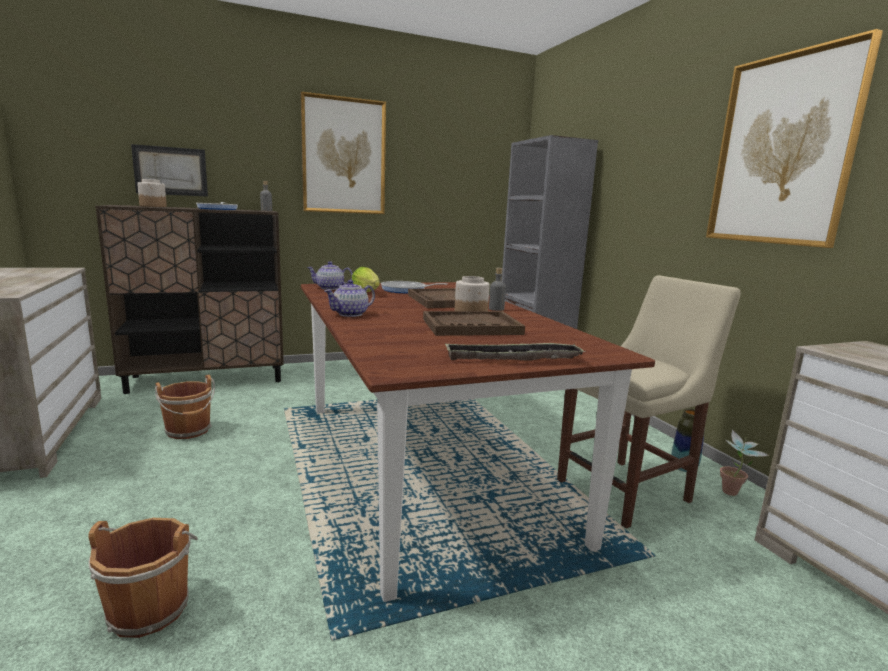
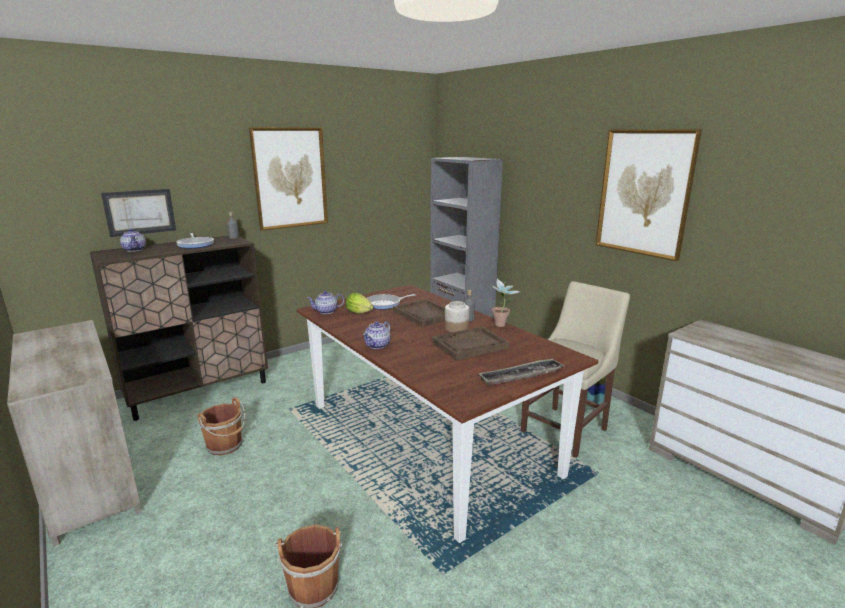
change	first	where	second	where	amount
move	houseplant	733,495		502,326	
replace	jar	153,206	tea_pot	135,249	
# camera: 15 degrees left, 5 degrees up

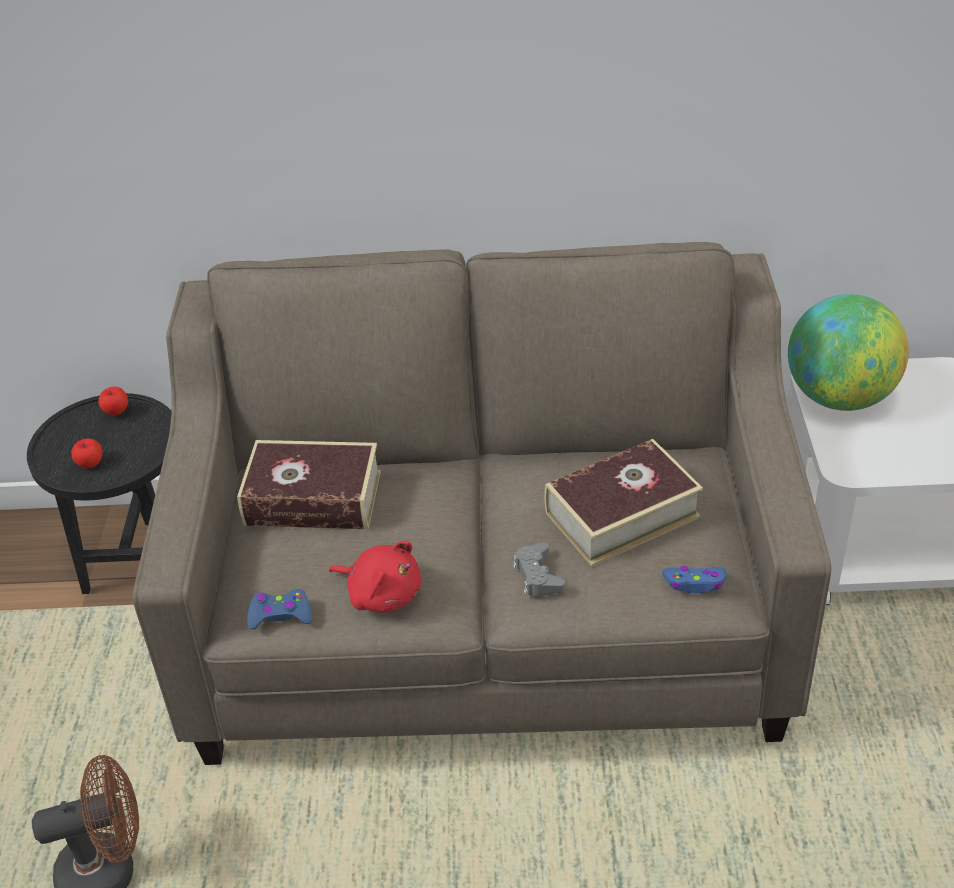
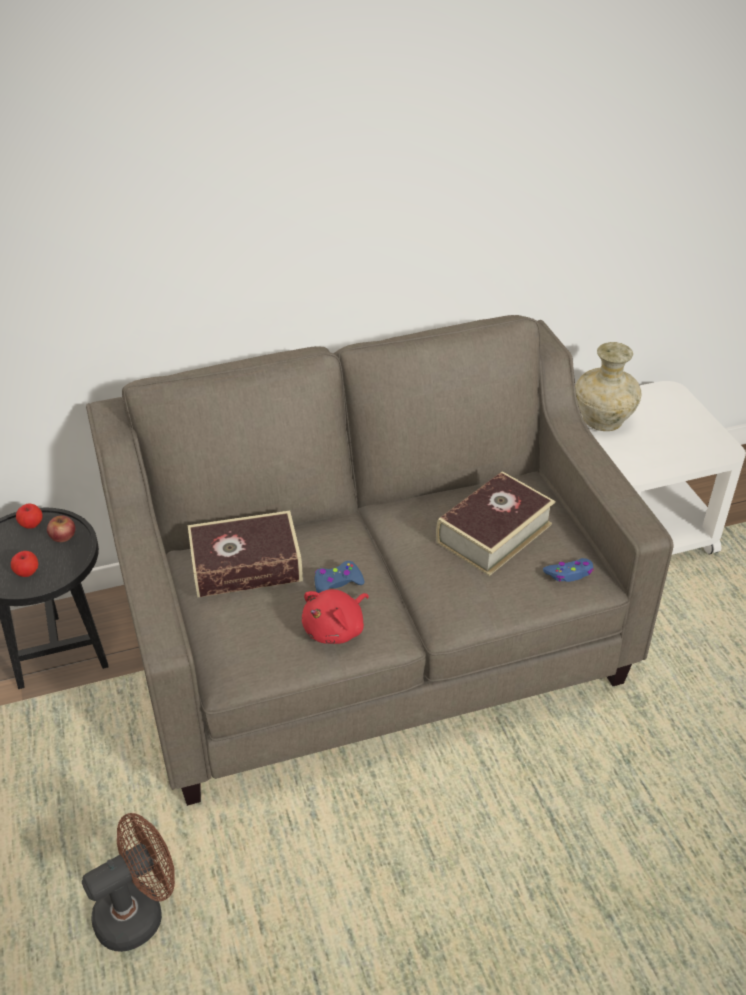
change	first	where	second	where	amount
delete	grey_gamepad	538,576			
insert			apple	63,536	
move	blue-coloured_gamepad	280,615		337,583	
replace	globe	839,397	beige_vase	601,421	
rotate	reddish_cuddly_toy	382,593		336,629	120 degrees clockwise
# camera: 20 degrees left, 0 degrees up

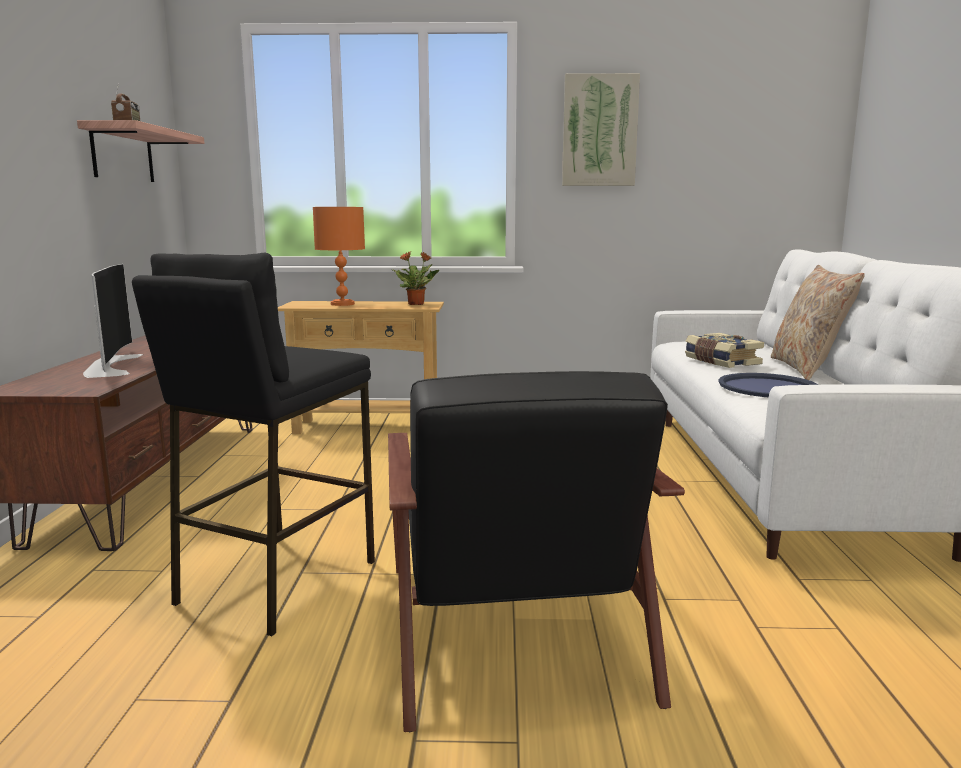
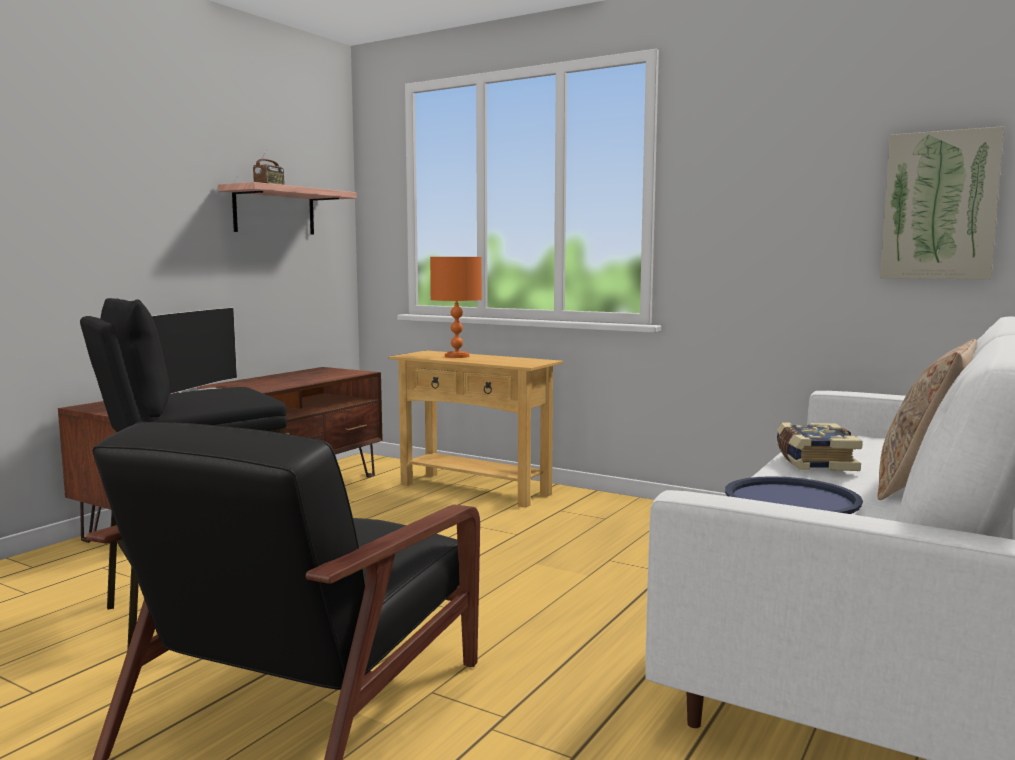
change	first	where	second	where	amount
delete	houseplant	416,304			
move	wall_picture	599,131		940,206	
# camera: 30 degrees right, 5 degrees down

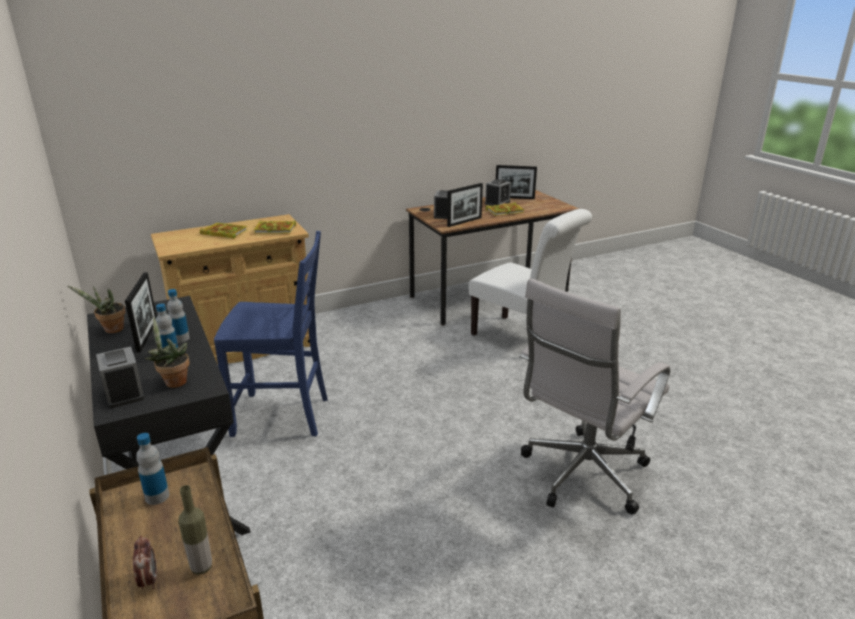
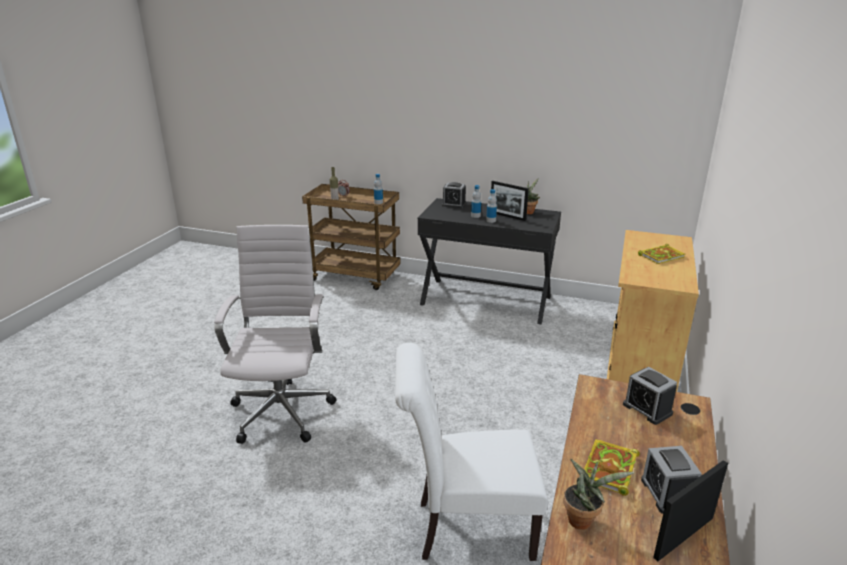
change	first	where	second	where	amount
delete	blue-coloured_chair	283,416			
delete	book	276,229			
delete	picture_frame	464,222			
move	houseplant	173,381		583,519	
# camera: 135 degrees right, 0 degrees up

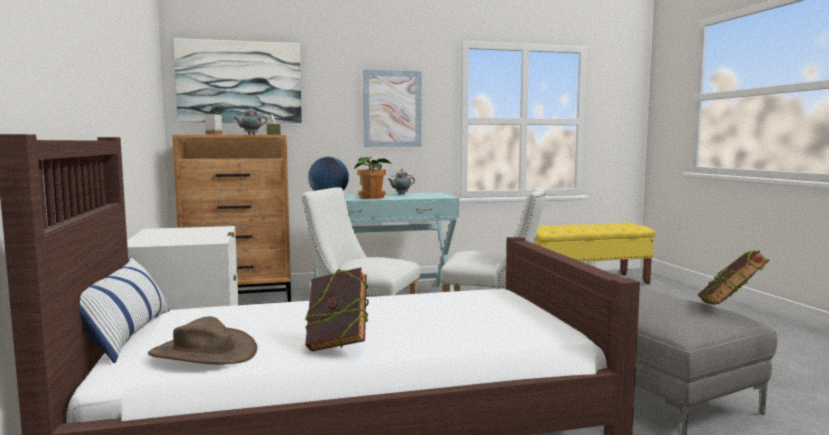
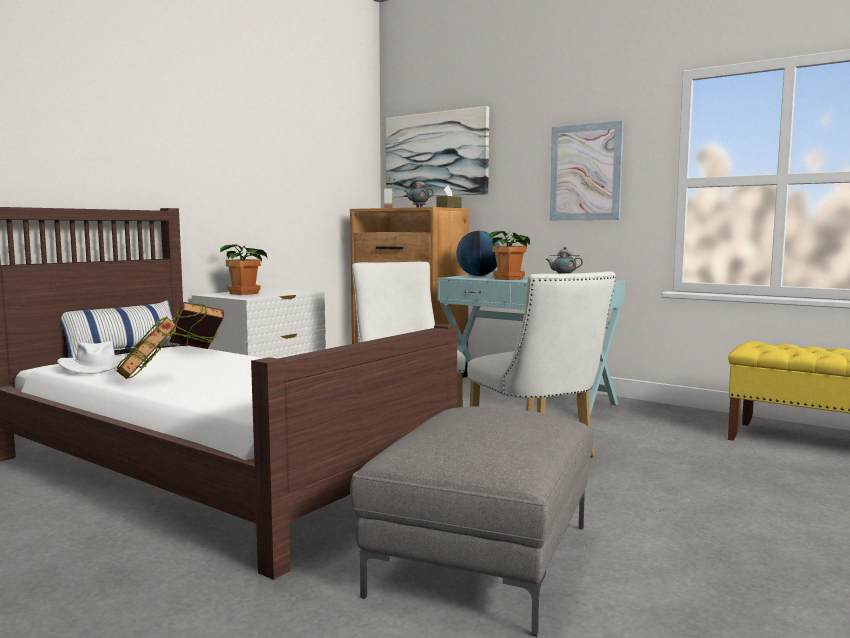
change	first	where	second	where	amount
insert			houseplant	245,293	
move	book	730,308		197,352	
recolor	brownish_wearable_hat	203,353	white_wearable_hat	95,366	
# camera: 50 degrees right, 0 degrees up

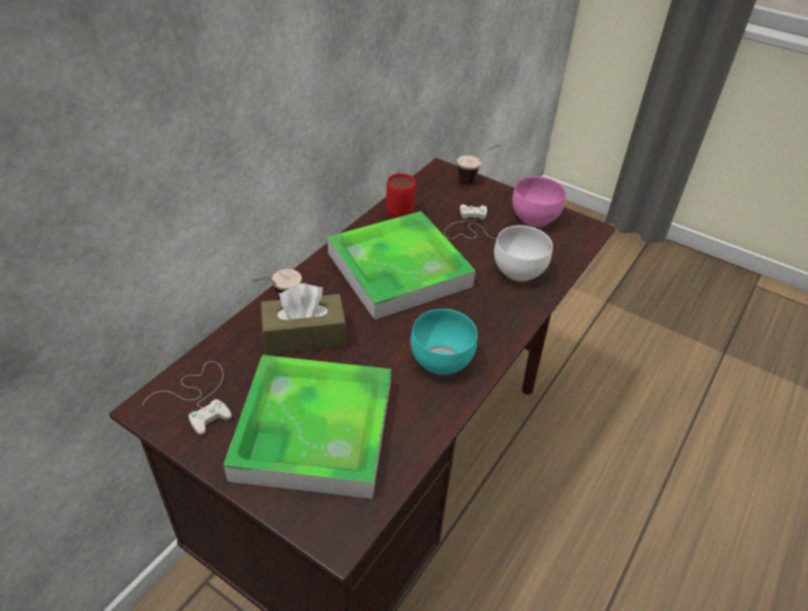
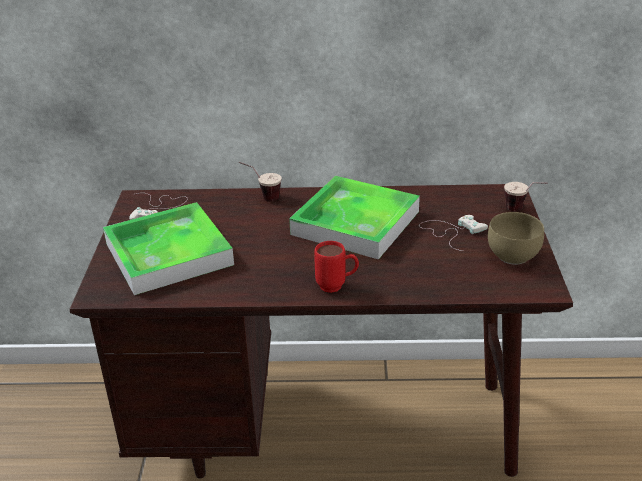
change	first	where	second	where	amount
delete	brownish_tissue_holder	304,336			
delete	turquoise-coloured_bowl	440,363			
delete	white_bowl	518,270			
move	reddish_tea_mug	402,213		337,286	
recolor	pink-coloured_bowl	535,218	brownish_bowl	515,256	
# camera: 60 degrees right, 10 degrees down

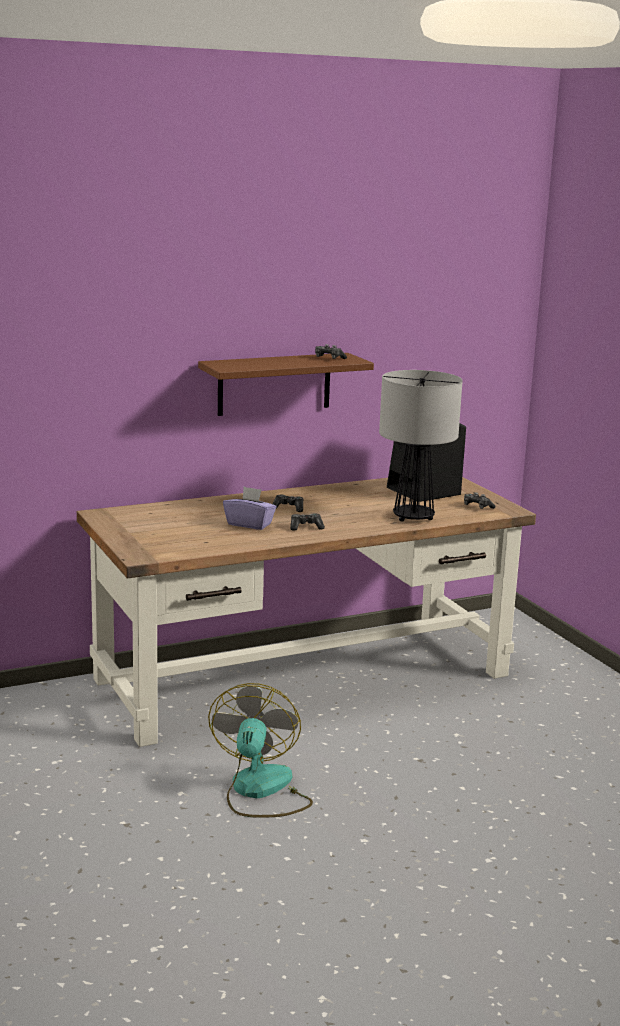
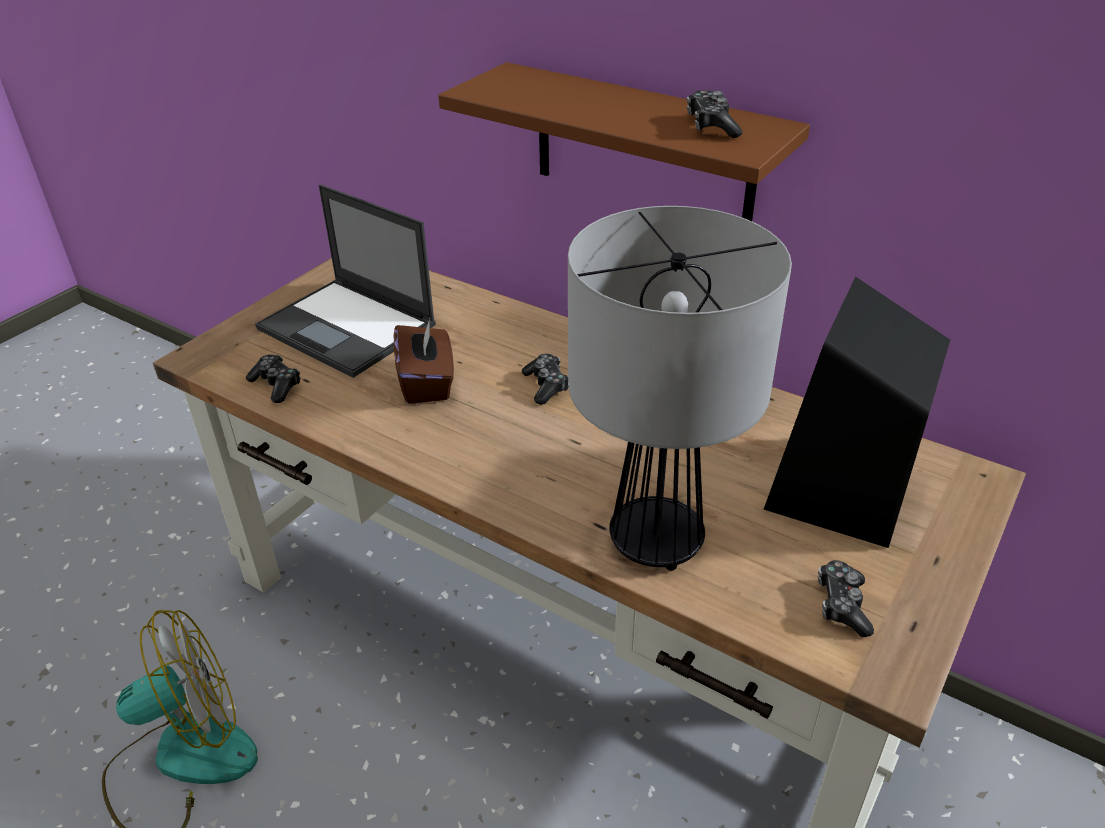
change	first	where	second	where	amount
insert			notebook_computer	348,327	
move	gamepad	306,527		276,385	
recolor	purplish_tissue_holder	249,524	brownish_tissue_holder	427,383	
# camera: 60 degrees right, 20 degrees up

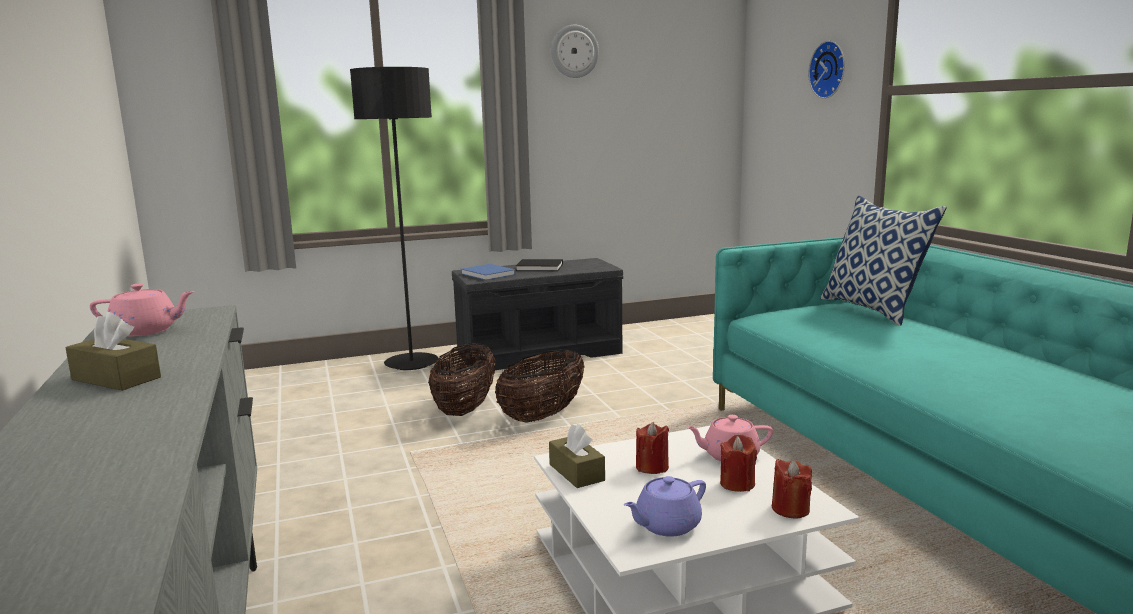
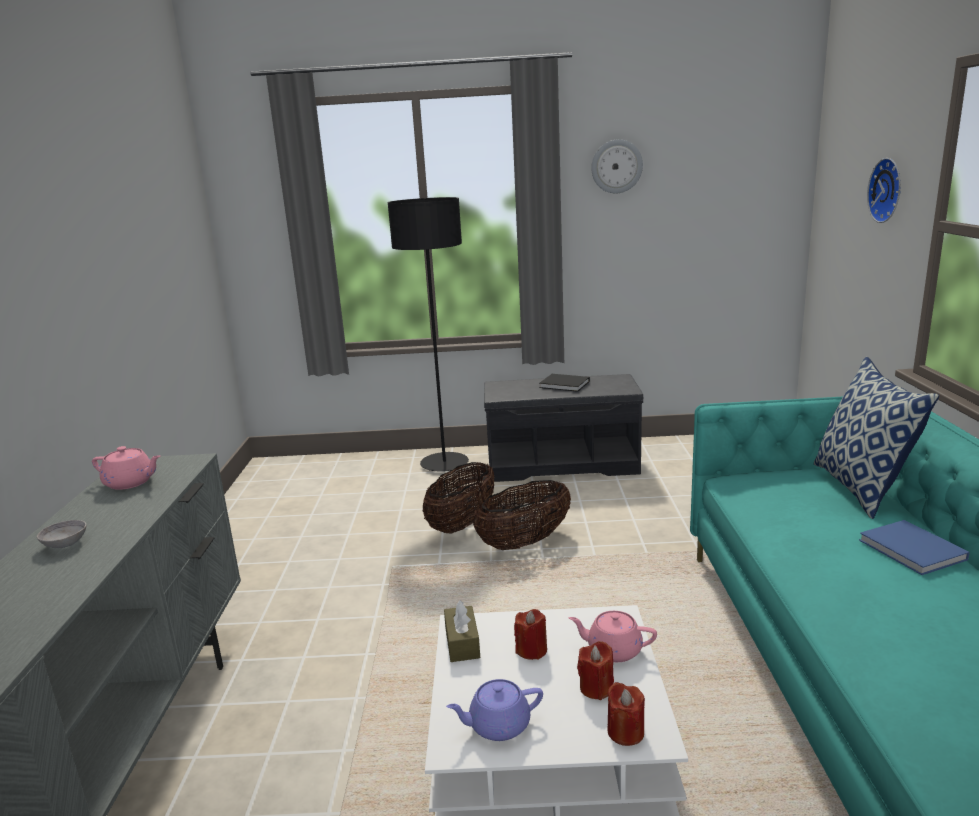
change	first	where	second	where	amount
move	blue-coloured_book	488,274		914,551	
replace	brownish_tissue_holder	116,378	grey_bowl	65,544	
# camera: 20 degrees right, 5 degrees up

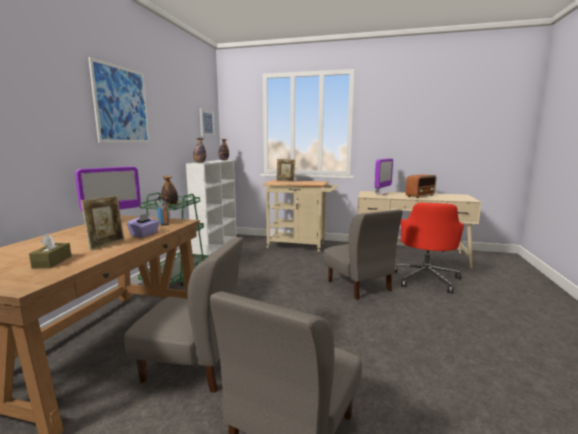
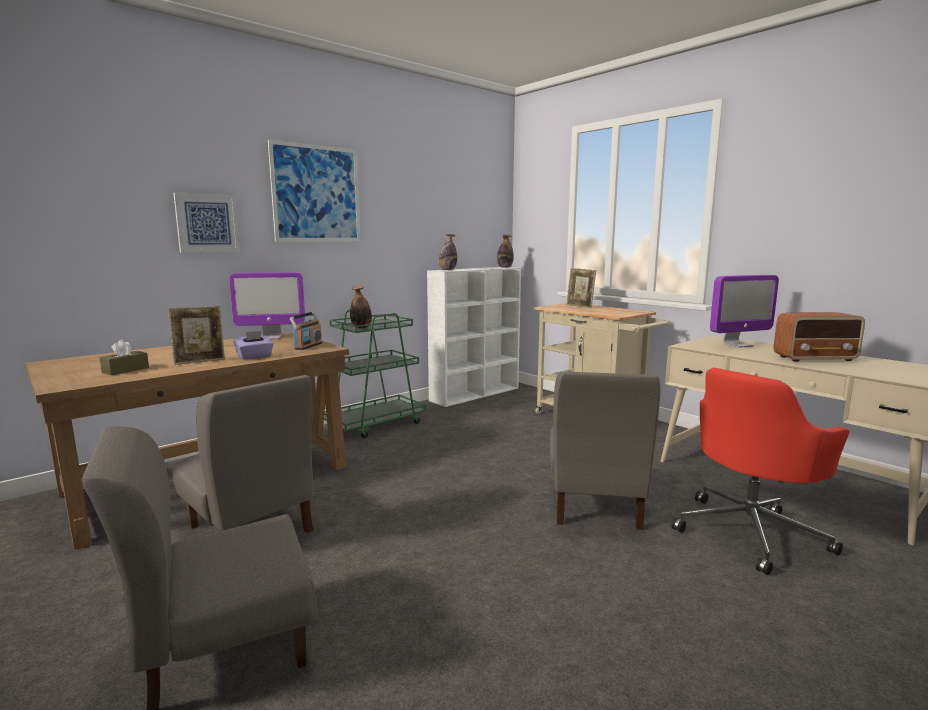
change	first	where	second	where	amount
move	wall_picture	206,123		207,223	
# camera: 35 degrees right, 0 degrees up

